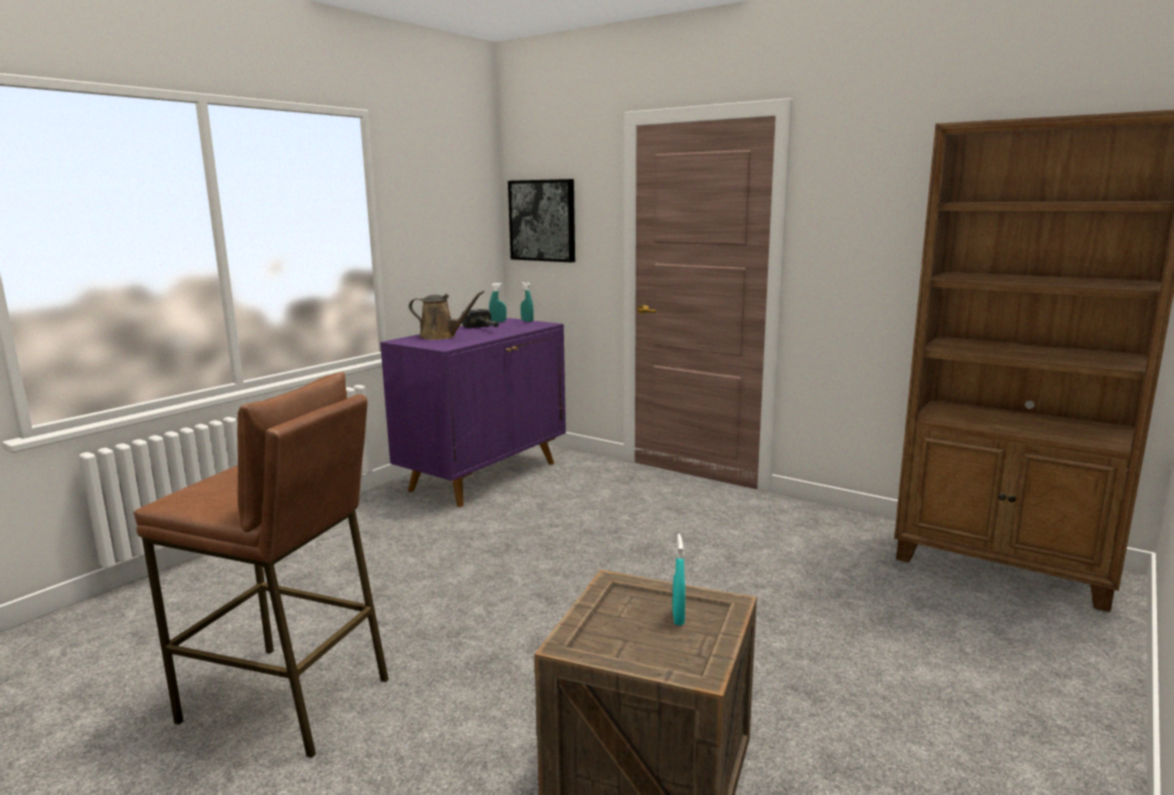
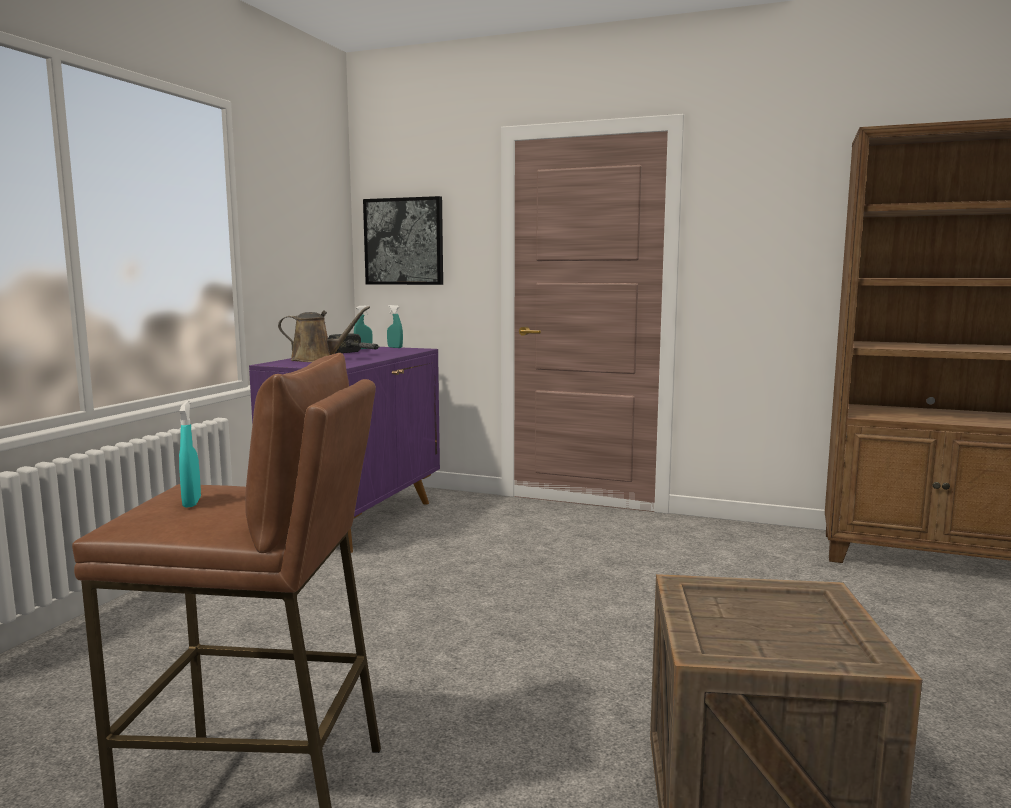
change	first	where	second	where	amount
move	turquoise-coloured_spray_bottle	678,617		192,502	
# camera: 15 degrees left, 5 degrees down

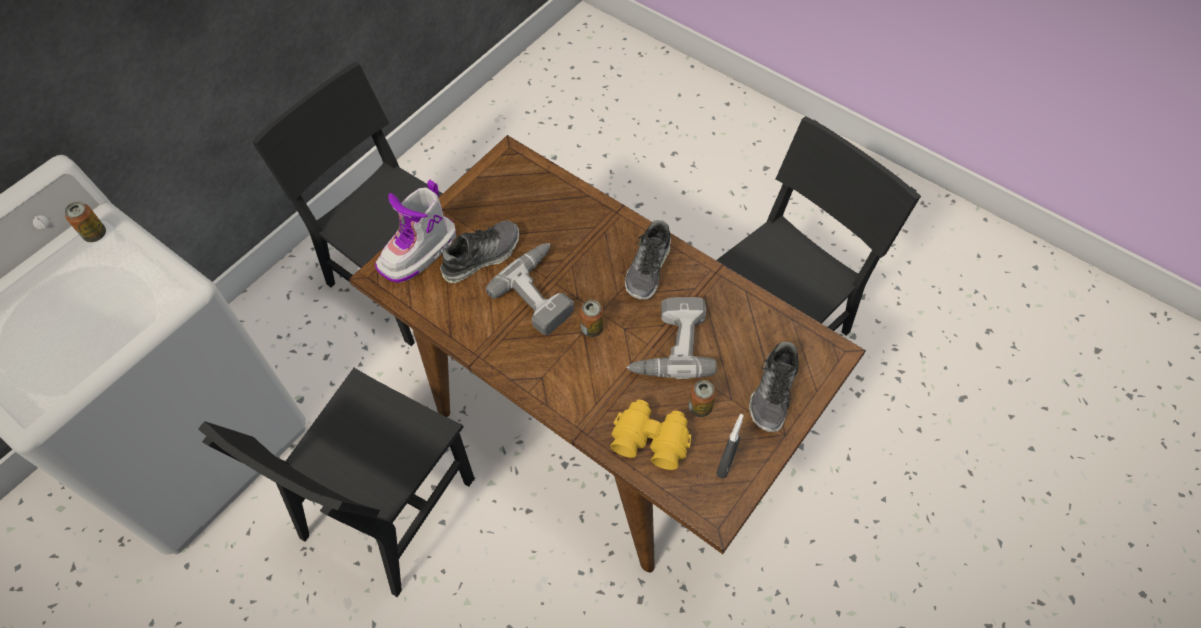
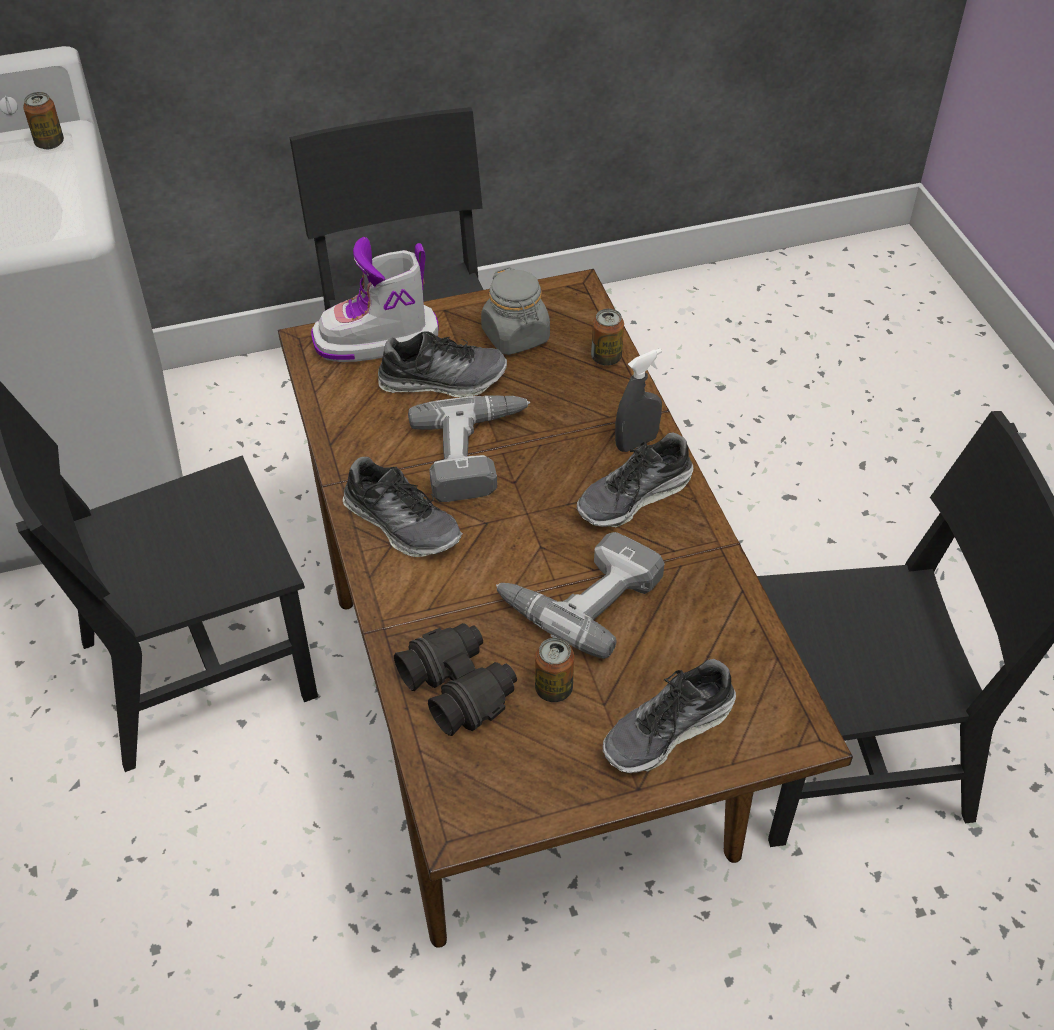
change	first	where	second	where	amount
insert			shoe	402,523	
insert			grey_jar	516,336	
move	sealed_can	592,328		606,357	
move	grey_spray_bottle	725,464		636,442	
recolor	yellow-coloured_binoculars	651,438	black-coloured_binoculars	458,687	
# camera: 35 degrees right, 10 degrees down

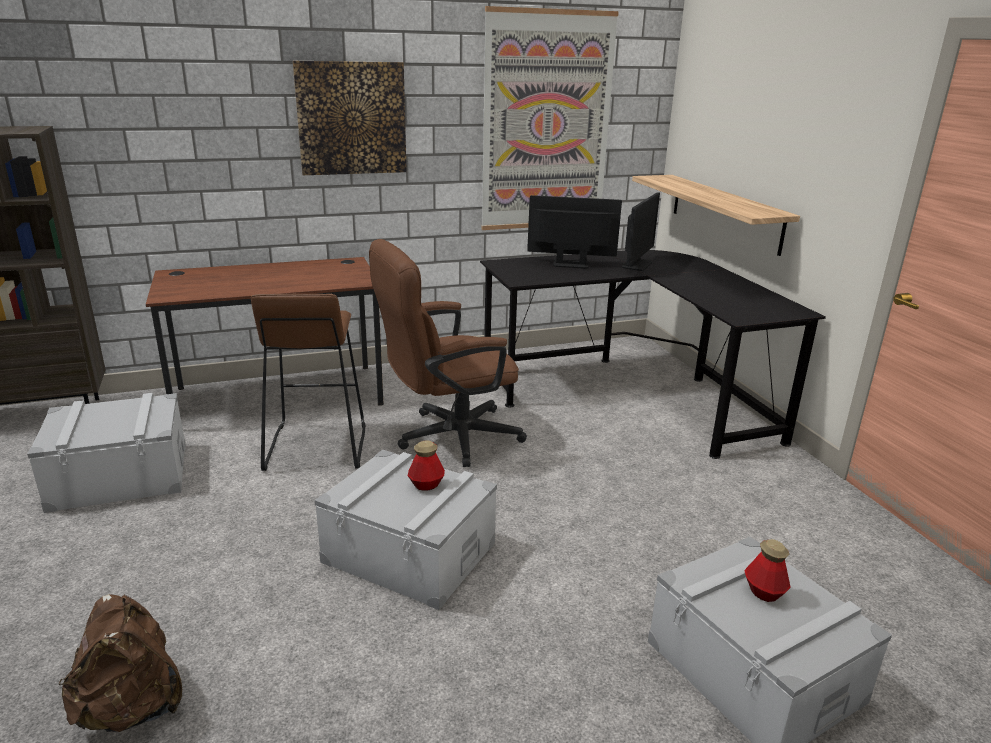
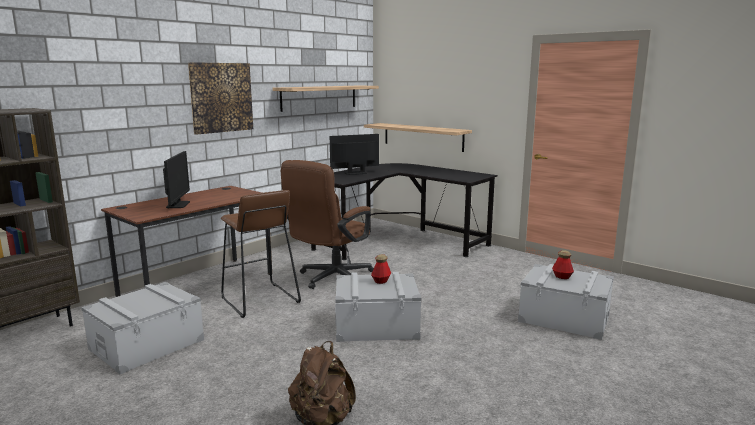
change	first	where	second	where	amount
move	computer_screen	636,265		178,205	
replace	wall_picture	547,123	shelf	319,97	
# camera: 30 degrees left, 10 degrees down

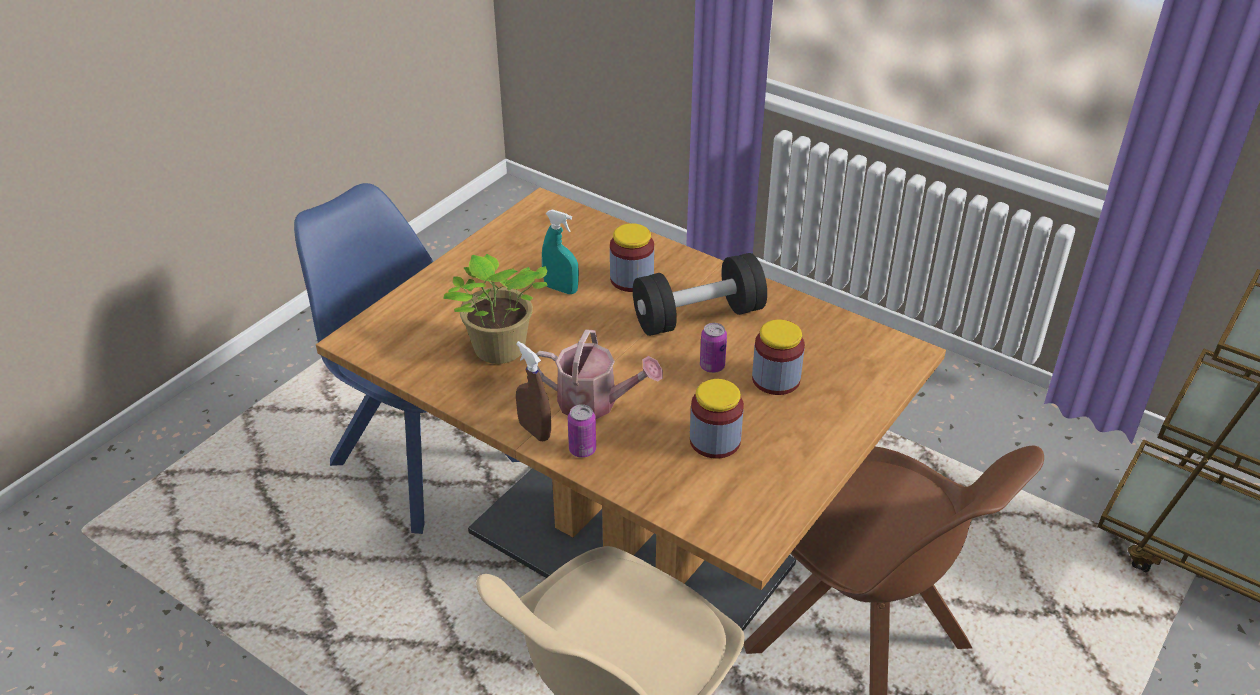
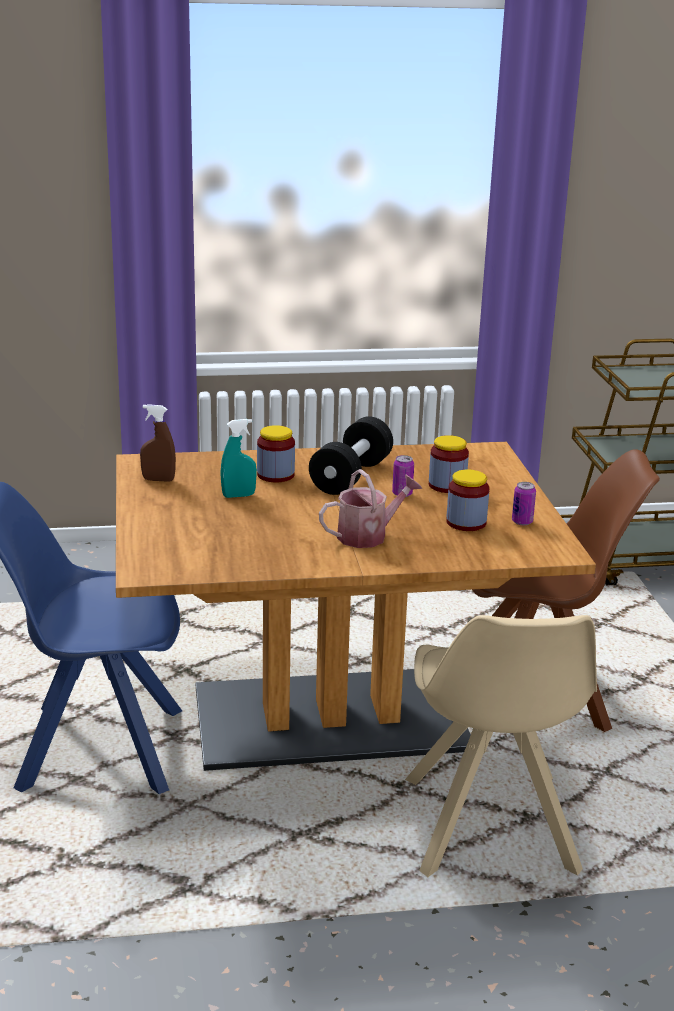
change	first	where	second	where	amount
delete	houseplant	498,351			
move	brownish_spray_bottle	534,431		158,480	
move	sealed_can	582,450		522,522	
# camera: 45 degrees left, 15 degrees down

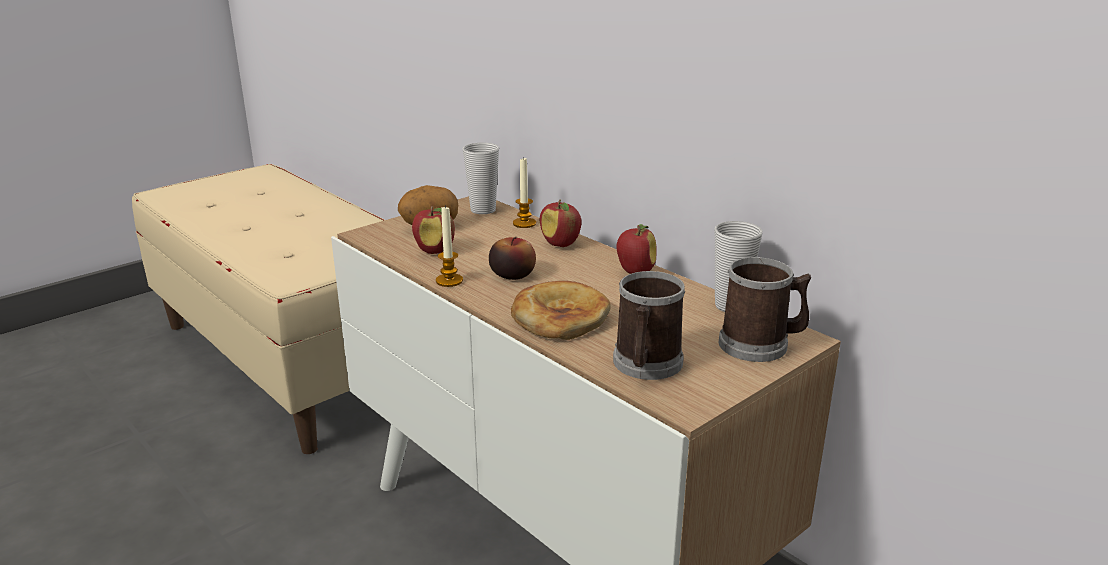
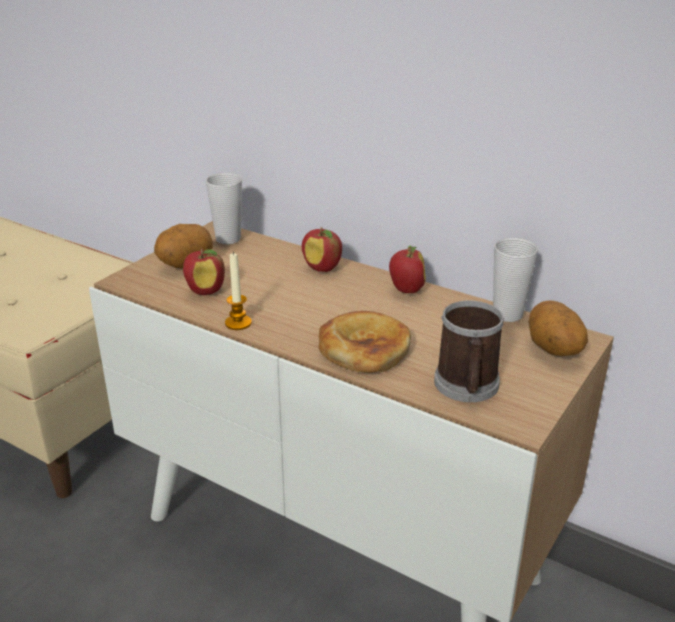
change	first	where	second	where	amount
delete	apple	512,274			
delete	candle	524,223			
replace	tea_mug	761,345	whole_potato	552,351	
# camera: 15 degrees left, 5 degrees up

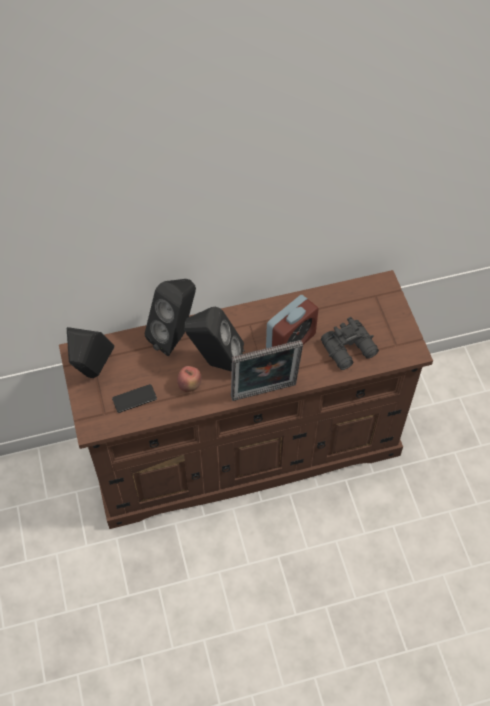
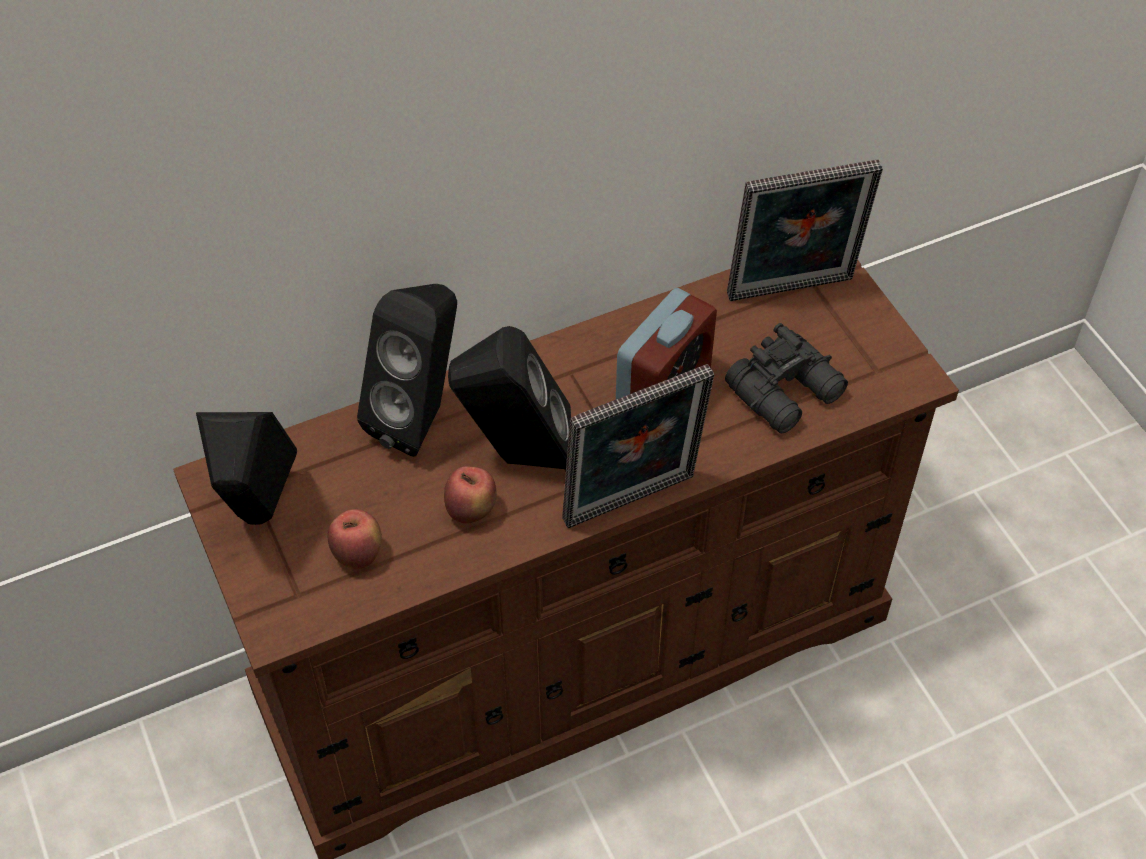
change	first	where	second	where	amount
insert			picture_frame	792,292	
replace	phone	134,399	apple	358,555	
# camera: 10 degrees left, 5 degrees down

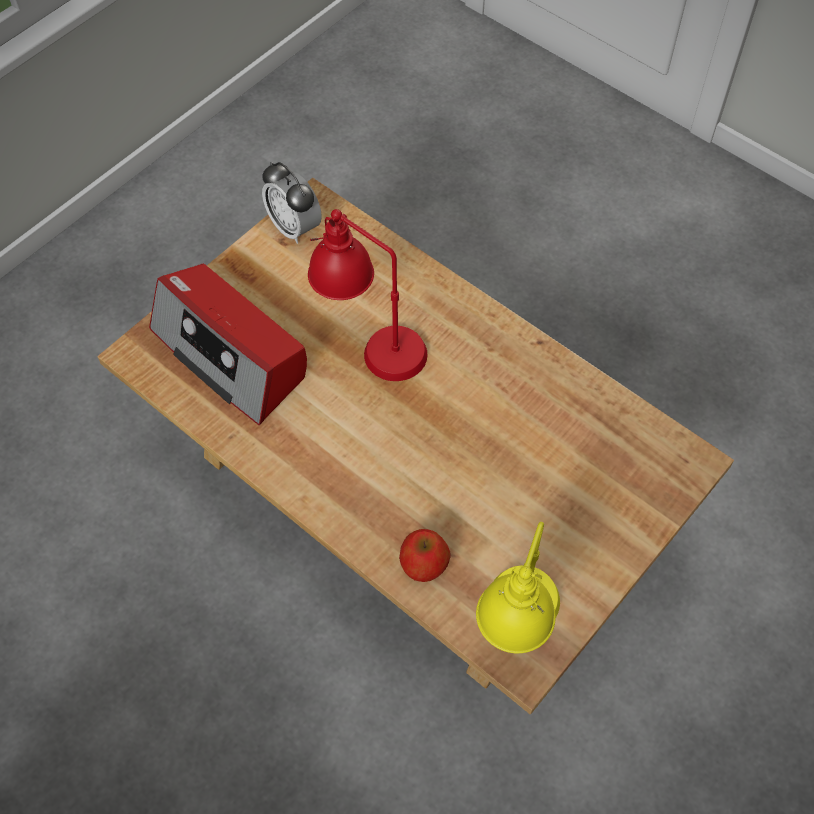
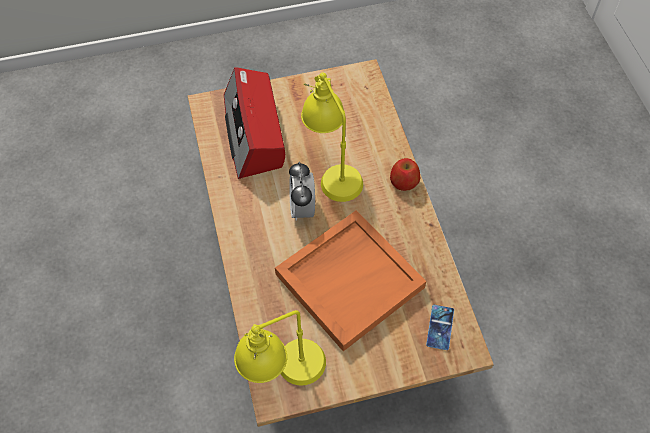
change	first	where	second	where	amount
insert			orangey_tray	349,279	
insert			phone	440,327	
move	alarm_clock	294,227		302,208	
move	apple	423,563		404,181	
recolor	reddish_table_lamp	369,345	yellow-coloured_table_lamp	331,170	
# camera: 35 degrees right, 0 degrees up

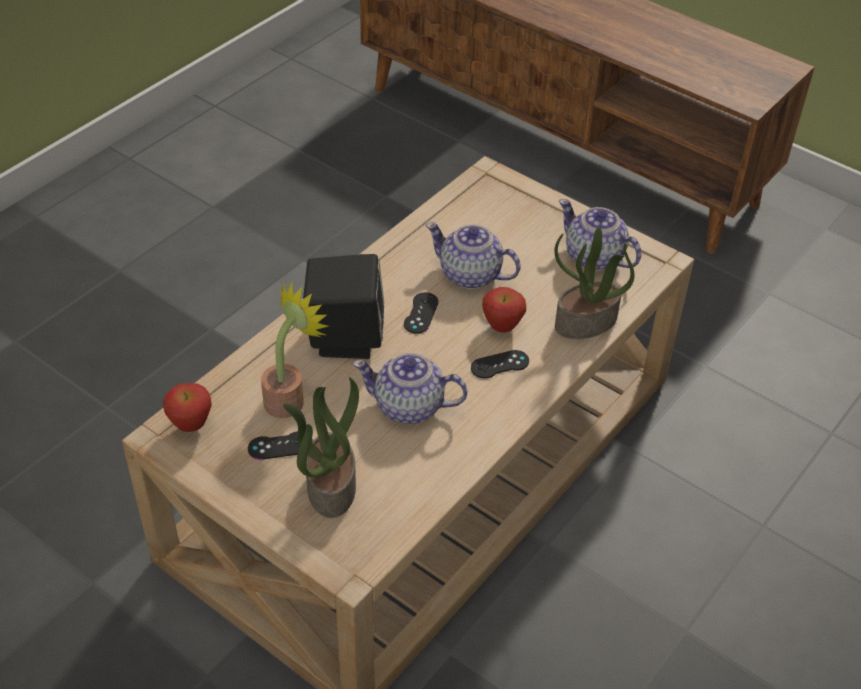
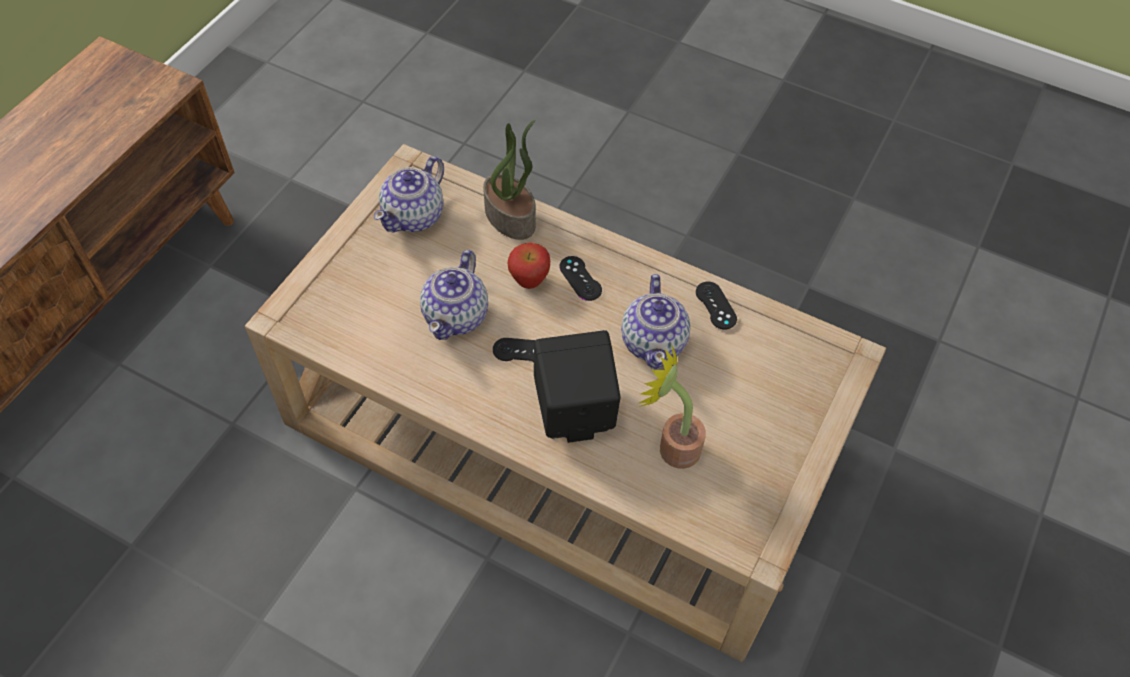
change	first	where	second	where	amount
delete	apple	191,426			
delete	houseplant	330,485			
move	black-coloured_gamepad	280,446		715,305	
# camera: 100 degrees left, 10 degrees up

